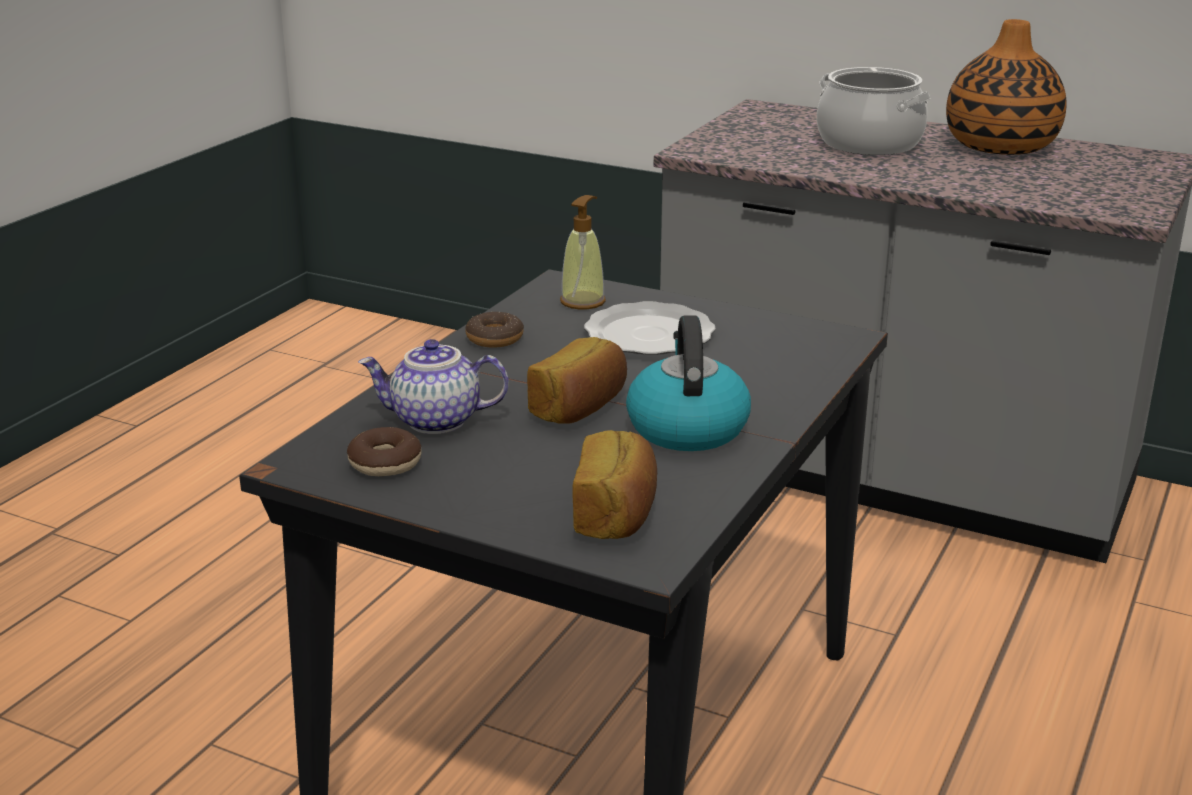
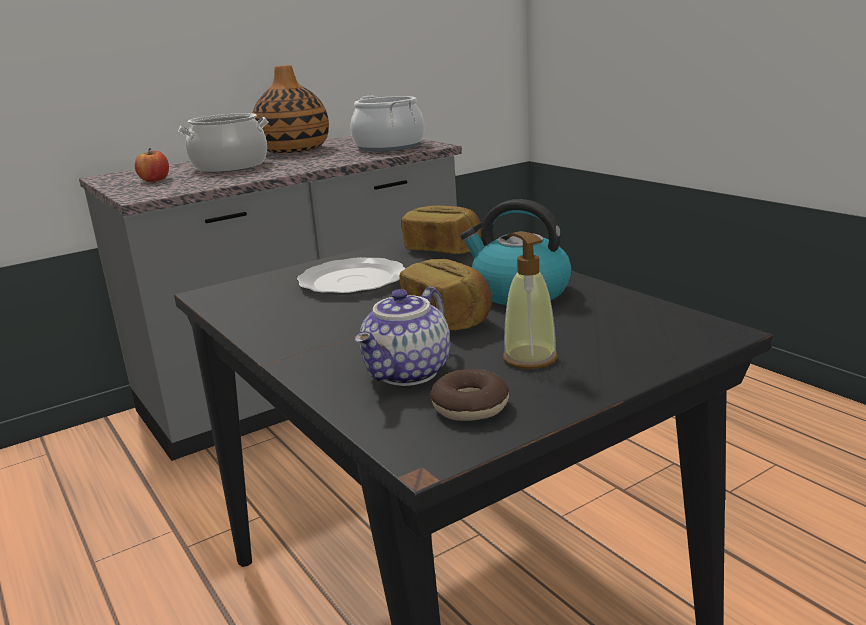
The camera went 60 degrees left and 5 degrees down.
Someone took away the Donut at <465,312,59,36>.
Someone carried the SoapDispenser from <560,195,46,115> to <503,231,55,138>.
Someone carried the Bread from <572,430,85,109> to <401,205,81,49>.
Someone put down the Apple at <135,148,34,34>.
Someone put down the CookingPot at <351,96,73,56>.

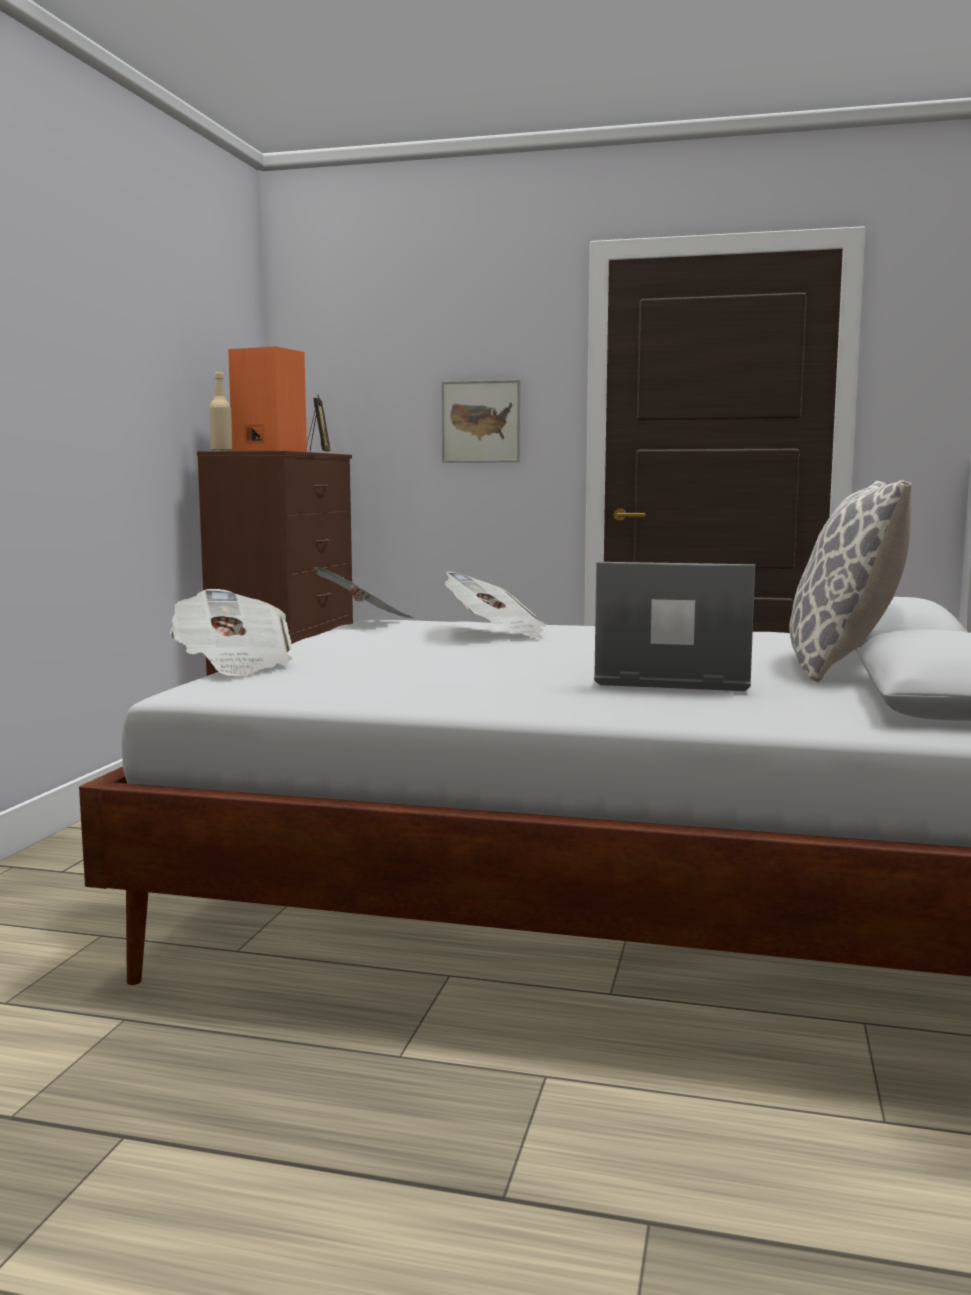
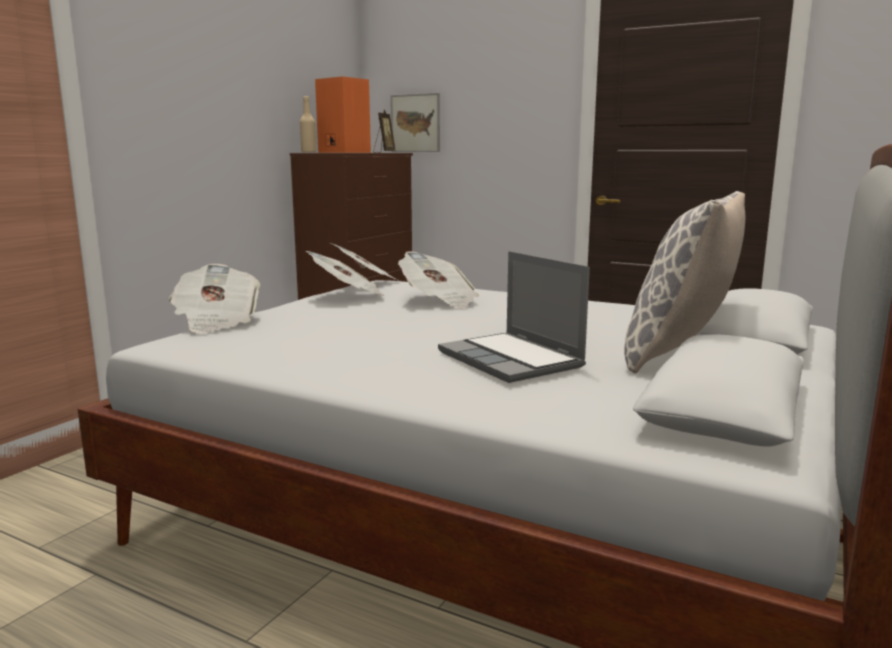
The camera went 15 degrees right and 5 degrees up.
Someone carried the Picture from <442,380,78,83> to <390,93,50,59>.
Someone rotated the Laptop at <594,562,161,129> by 150 degrees counterclockwise.
Someone put down the Newspaper at <306,251,79,45>.

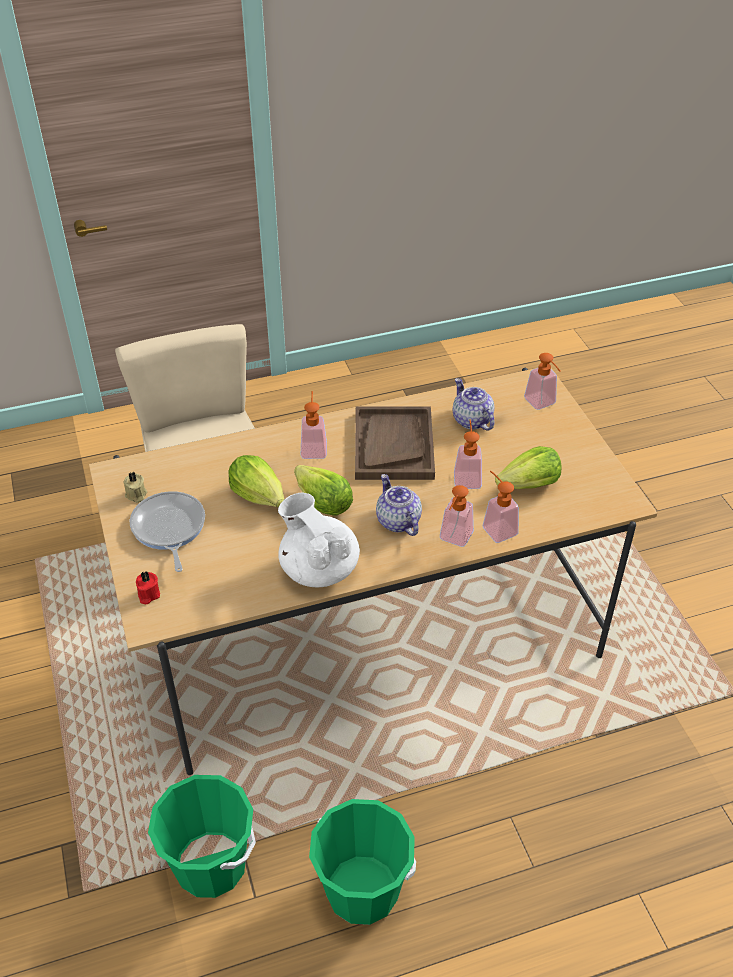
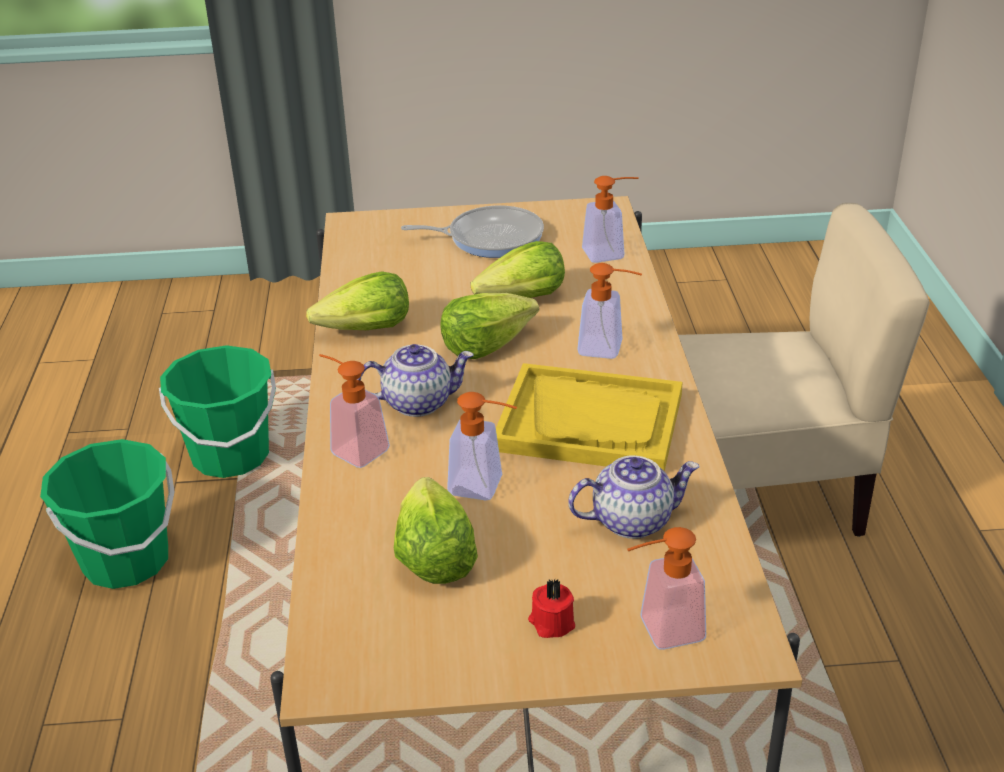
The camera went 105 degrees right and 10 degrees down.
Someone took away the BeigeCandle at <124,472,23,31>.
Someone carried the RedCandle from <136,571,24,33> to <528,580,47,58>.
Someone swapped the WhiteTeapot at <278,493,82,94> for the Lettuce at <306,271,103,59>.
Someone repainted the BrownTray at <355,406,80,74>, which became the YellowTray at <496,363,187,109>.
Someone carried the SoapDispenser from <483,471,36,72> to <582,176,57,87>.

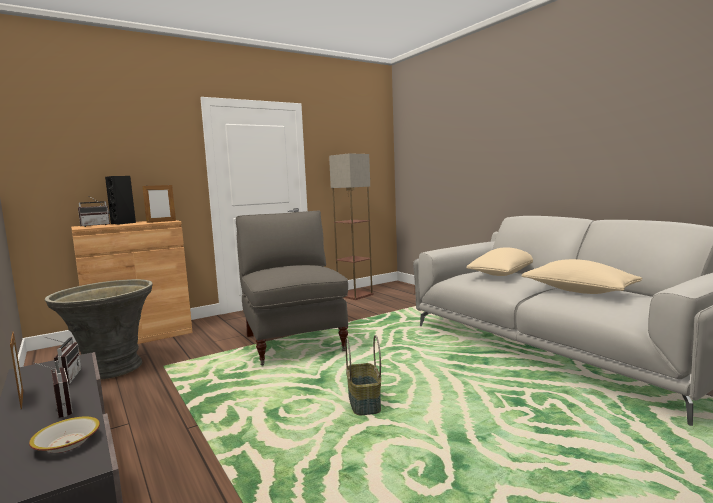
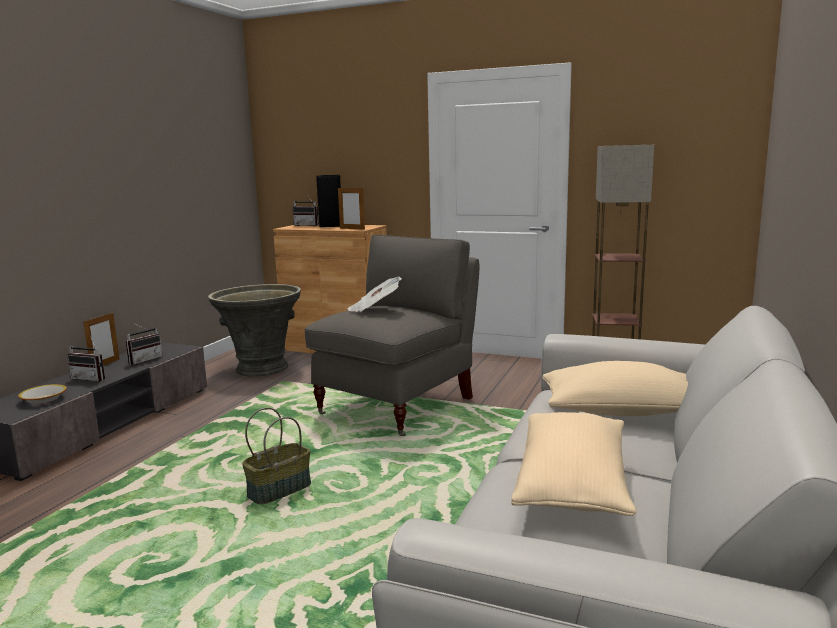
The camera went 55 degrees right and 5 degrees up.
Someone rotated the Radio at <33,361,40,57> by 90 degrees clockwise.
Someone put down the Newspaper at <347,277,55,35>.

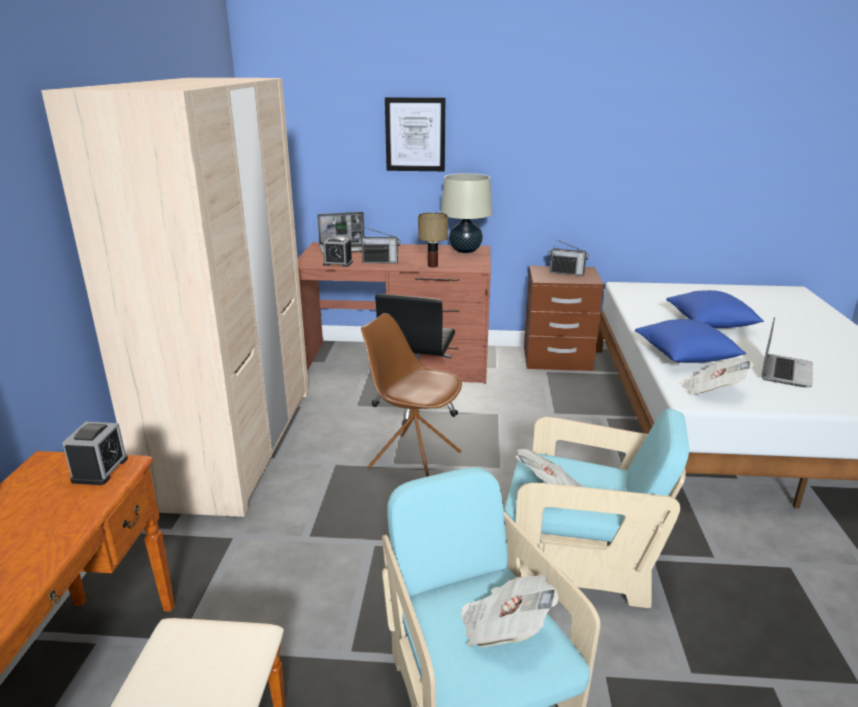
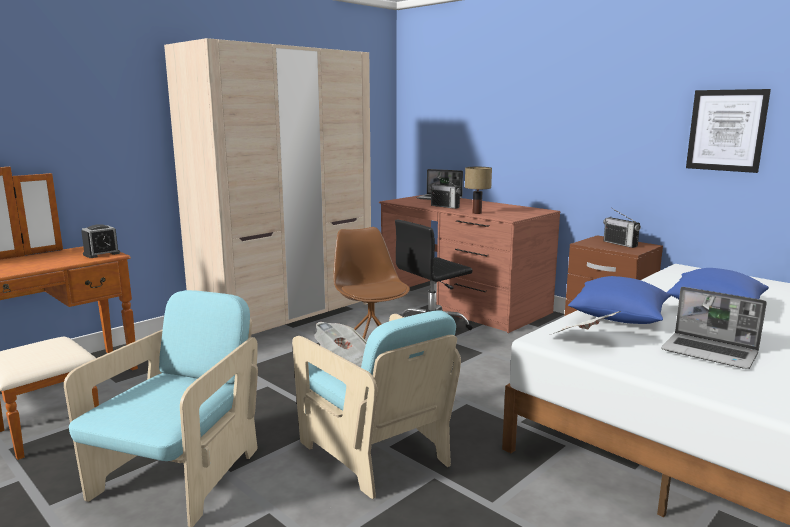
The camera went 40 degrees right and 10 degrees down.
Someone took away the AlarmClock at <323,237,30,30>.
Someone carried the Picture from <385,97,60,74> to <686,89,85,84>.
Someone took away the BeigeTableLamp at <441,173,51,80>.
Someone took away the Newspaper at <461,575,97,72>.
Someone rotated the Laptop at <761,317,52,70> by 60 degrees clockwise.

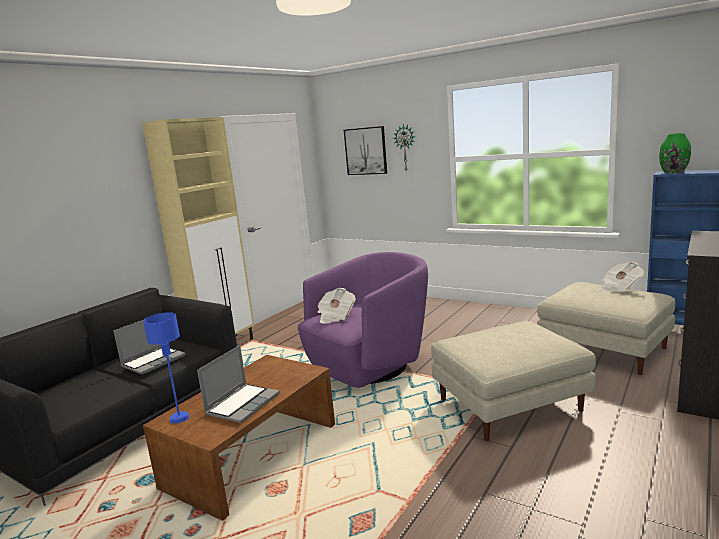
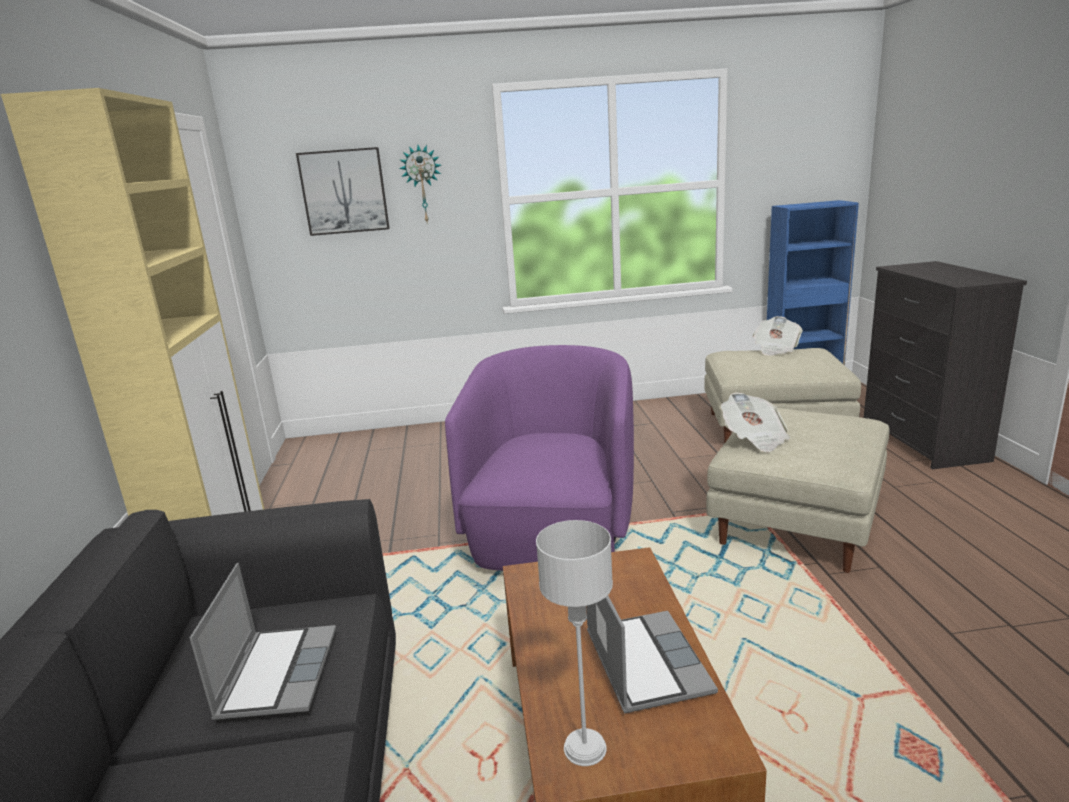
The camera went 40 degrees left and 5 degrees up.
Someone repainted the BlueTableLamp at <143,312,46,111>, which became the GreyTableLamp at <536,520,77,246>.
Someone carried the Newspaper from <318,288,38,36> to <721,392,70,61>.
Someone took away the GreenVase at <659,133,32,41>.

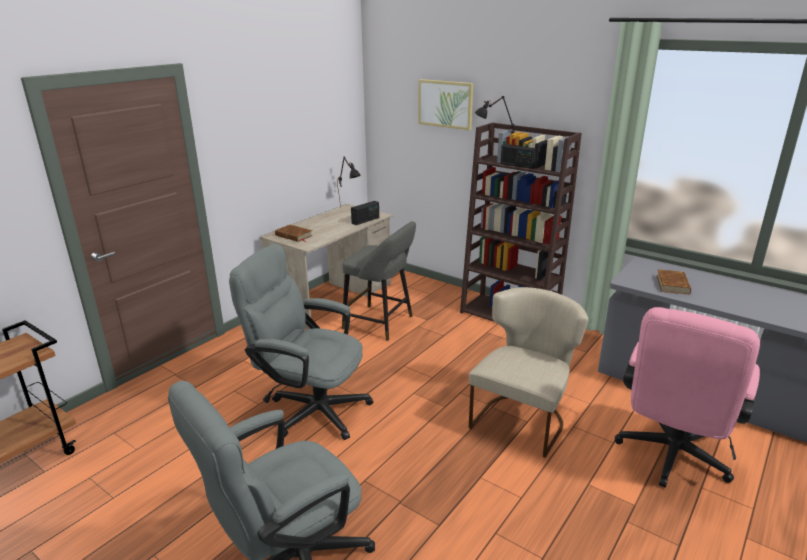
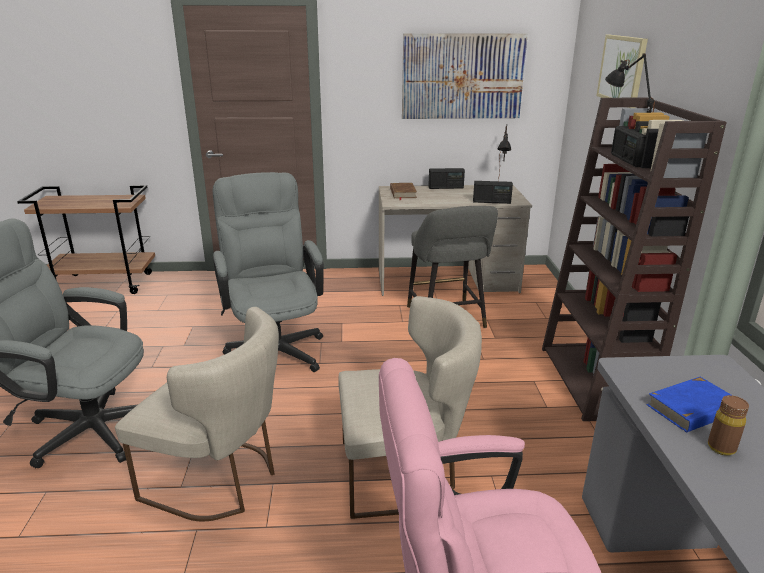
The camera went 50 degrees right and 0 degrees up.
Someone repainted the BrownBook at <657,270,34,25>, which became the BlueBook at <646,377,87,55>.
Someone put down the BeigeChair at <115,307,164,215>.
Someone put up the Picture at <402,33,126,86>.
Someone put down the Radio at <428,168,37,21>.
Someone put down the BrownBottle at <708,395,41,61>.

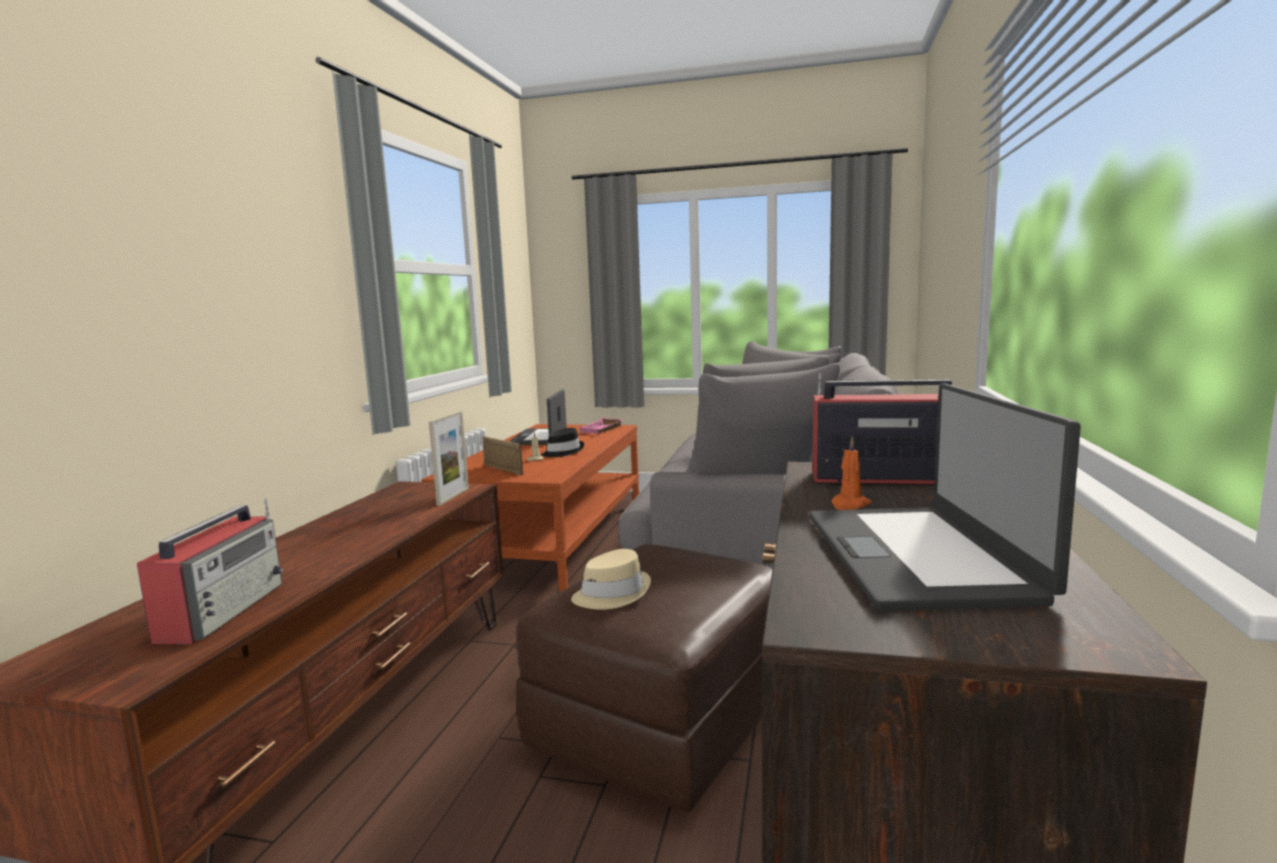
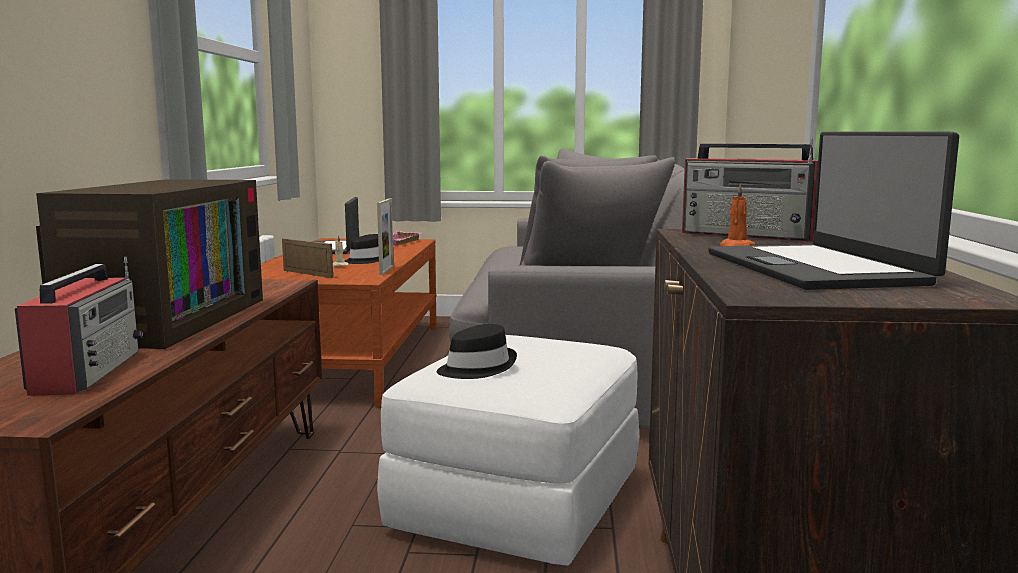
The camera went 10 degrees left and 0 degrees up.
Someone carried the PictureFrame from <429,411,40,95> to <377,199,17,76>.
Someone repainted the BrownOttoman at <516,544,257,268>, which became the WhiteOttoman at <377,335,262,230>.
Someone repainted the BeigeHat at <571,549,80,61>, which became the BlackHat at <437,324,80,55>.
Someone rotated the Radio at <812,373,140,111> by 150 degrees counterclockwise.
Someone put down the Television at <36,179,227,170>.

